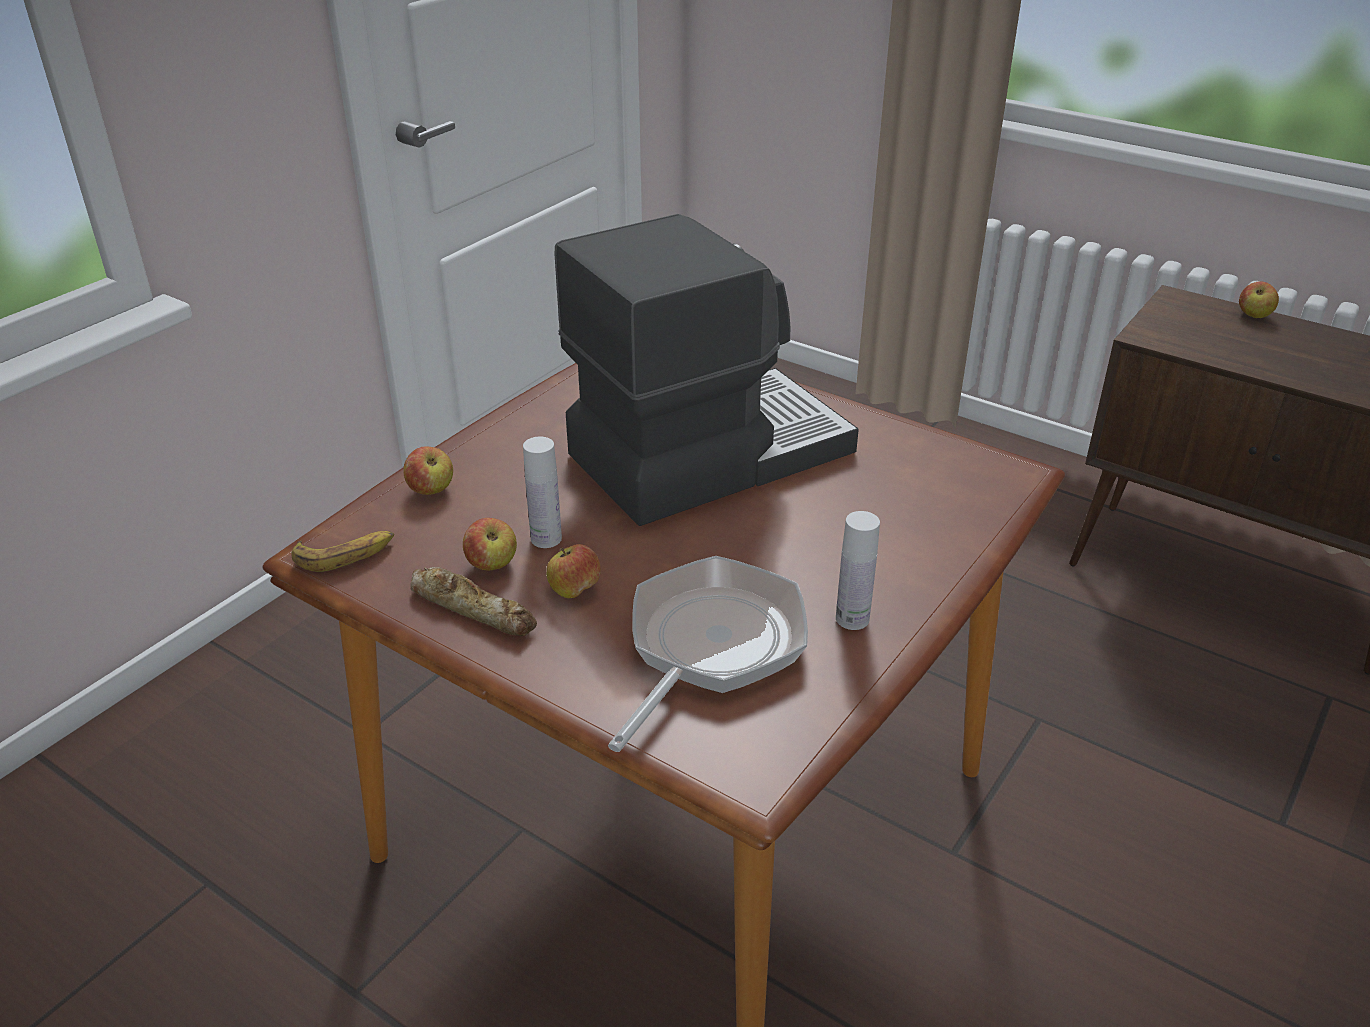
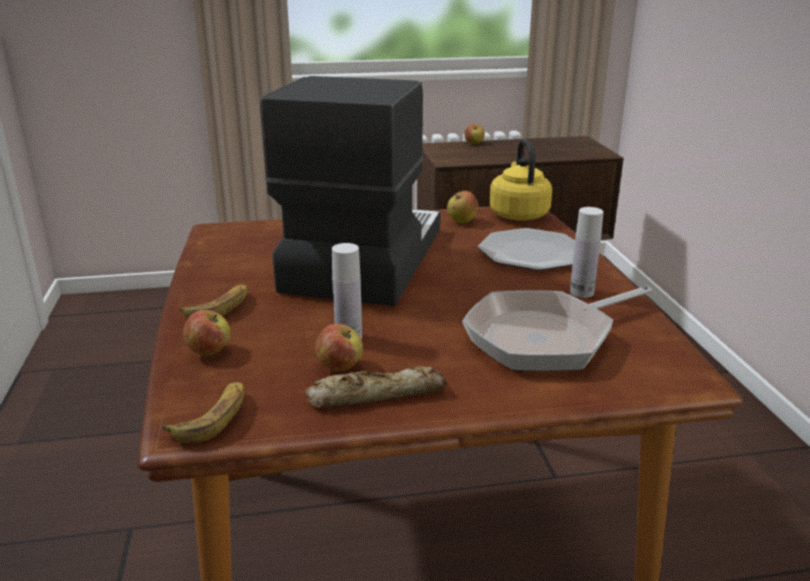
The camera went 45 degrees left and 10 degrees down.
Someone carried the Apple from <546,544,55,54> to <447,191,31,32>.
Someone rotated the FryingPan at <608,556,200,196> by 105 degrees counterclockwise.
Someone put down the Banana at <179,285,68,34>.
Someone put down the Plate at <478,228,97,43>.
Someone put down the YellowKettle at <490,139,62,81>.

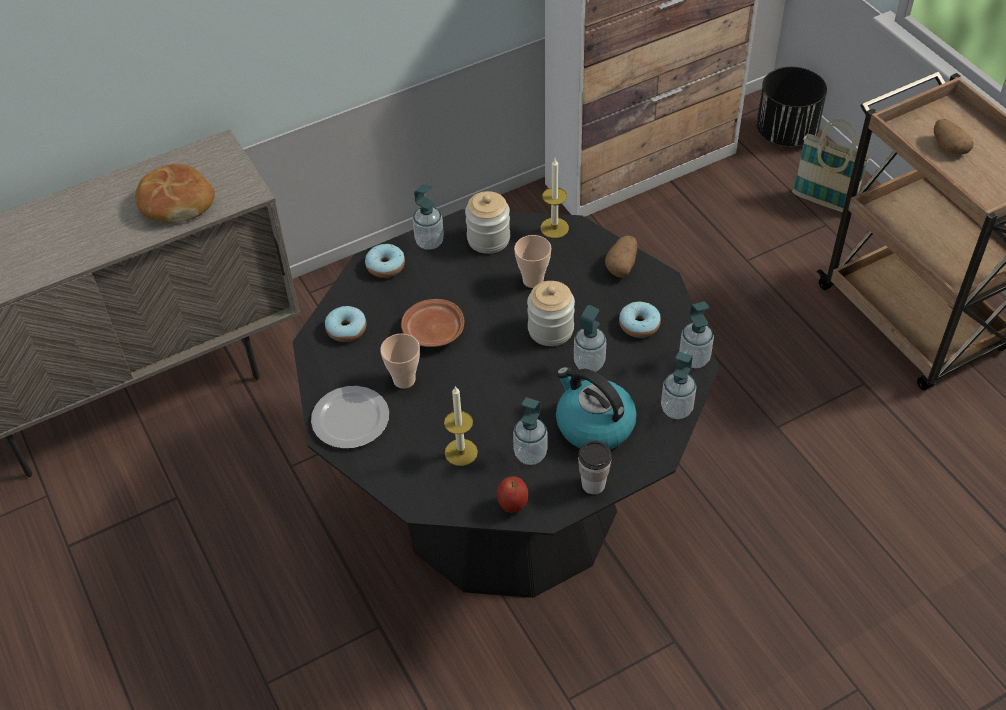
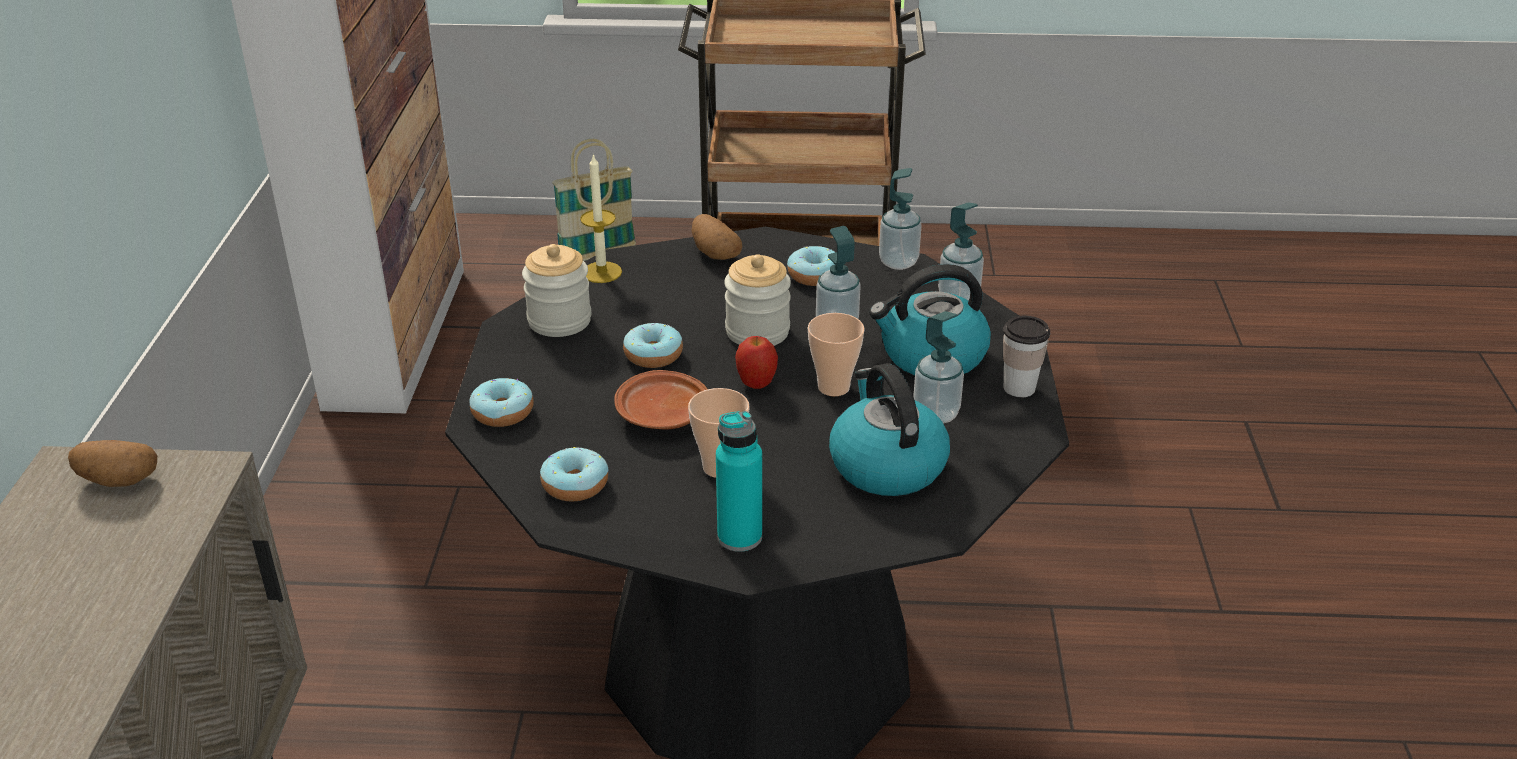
The camera went 60 degrees left and 15 degrees down.
Someone took away the Bread at <135,164,80,59>.
Someone swapped the Plate at <311,386,78,63> for the TurquoiseBottle at <716,411,46,141>.
Someone took away the SoapDispenser at <413,184,31,66>.
Someone swapped the Candle at <444,386,34,80> for the Kettle at <829,363,121,133>.
Someone carried the Apple from <497,477,31,36> to <735,336,43,53>.
Someone carried the Cup from <514,235,37,53> to <808,313,57,83>.
Someone took away the BlackPlanter at <756,67,71,79>.
Someone carried the Potato from <934,119,40,35> to <68,440,89,47>.
Someone put down the Donut at <623,323,60,45>.

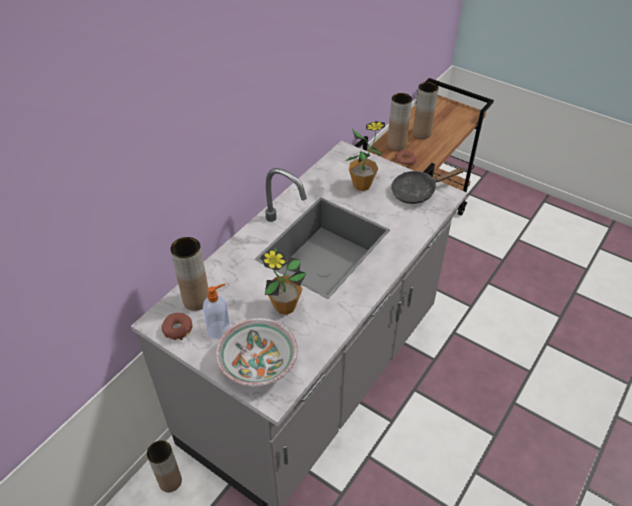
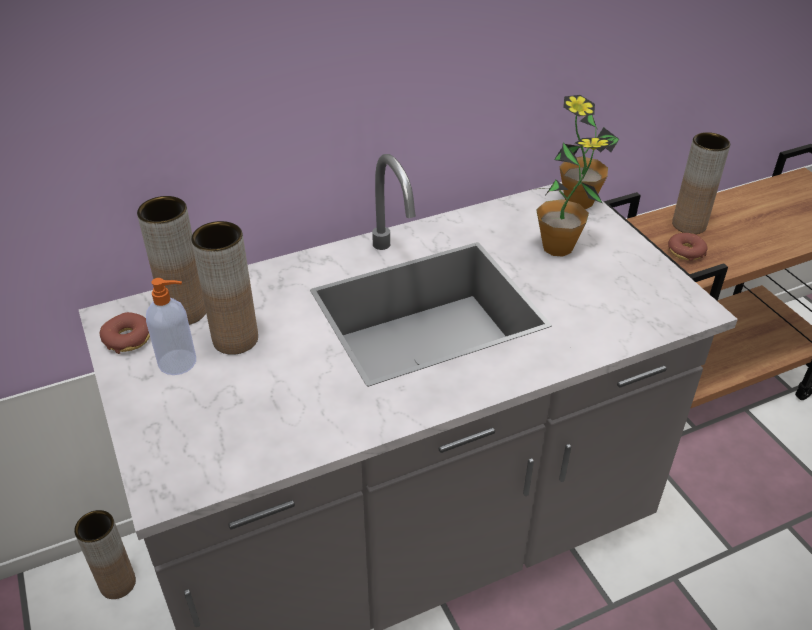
The camera went 30 degrees right and 5 degrees down.
Someone took away the Bowl at <216,318,82,69>.
Someone carried the PottedPlant from <261,248,46,67> to <554,95,65,114>.
Someone took away the BlackFryingPan at <391,167,74,37>.
Someone carried the BrownVase from <413,82,26,57> to <191,221,67,134>.

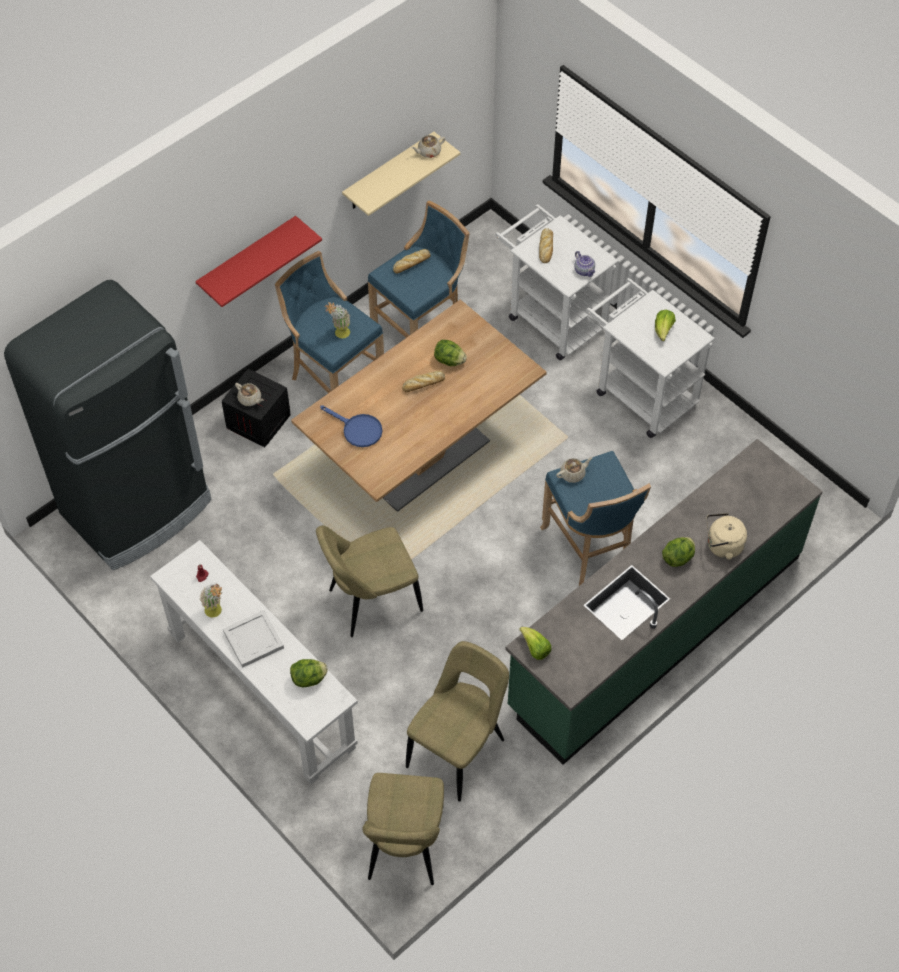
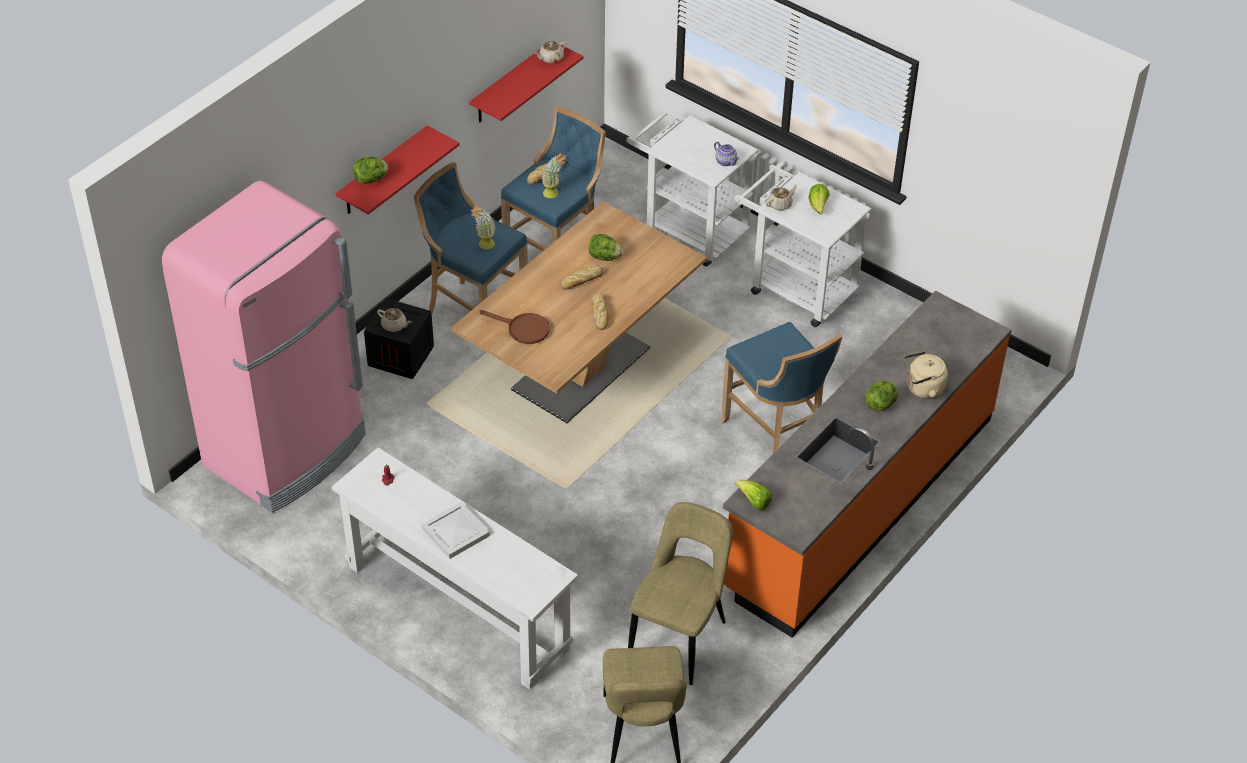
The camera went 10 degrees left and 10 degrees down.
Someone repainted the BlackFridge at <4,280,208,290>, which became the PinkFridge at <162,181,204,331>.
Someone carried the PottedPlant from <199,583,24,35> to <541,153,26,45>.
Someone carried the Lettuce from <290,659,38,28> to <353,157,35,27>.
Someone took away the BeigeChair at <316,525,107,112>.
Someone repainted the BlueFryingPan at <320,405,62,42>, which became the BrownFryingPan at <479,310,70,34>.
Someone repainted the BeigeShelf at <342,132,118,84>, which became the RedShelf at <469,40,115,82>.
Someone repainted the GreenCounter at <505,439,318,326>, which became the OrangeCounter at <723,291,288,346>.
Someone carried the Bread from <539,228,14,35> to <592,293,17,37>.
Someone carried the BeigeTeapot from <556,457,37,26> to <766,185,31,25>.

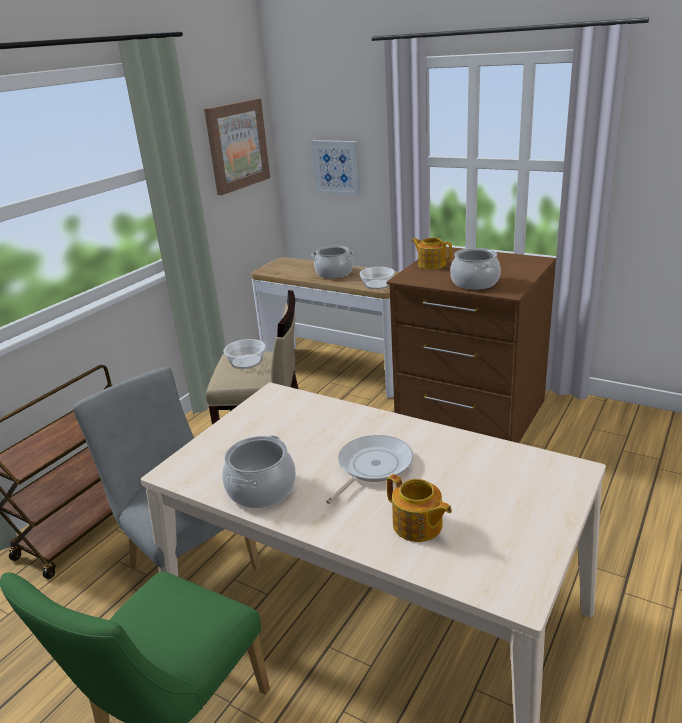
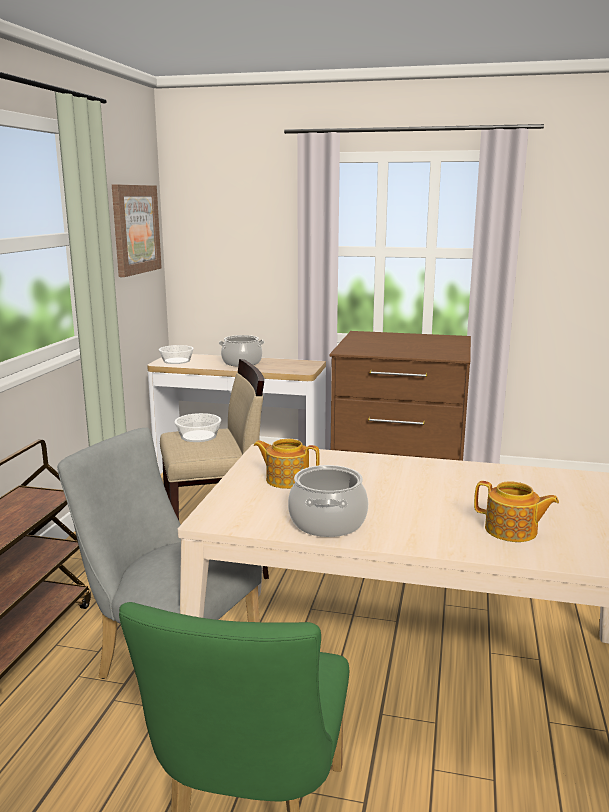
The camera went 20 degrees left and 10 degrees down.
Someone took away the Picture at <311,140,50,55>.
Someone took away the FryingPan at <326,435,87,69>.
Someone carried the Bowl from <360,267,35,22> to <159,345,35,19>.
Someone carried the Teapot from <411,238,41,31> to <254,439,66,50>.
Someone took away the CookingPot at <450,248,51,42>.

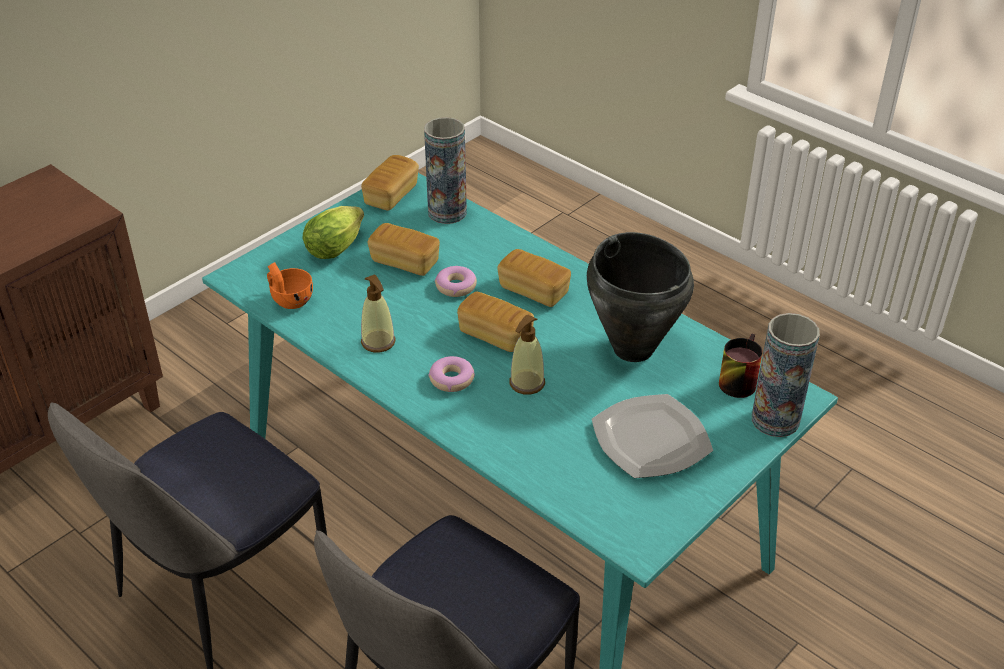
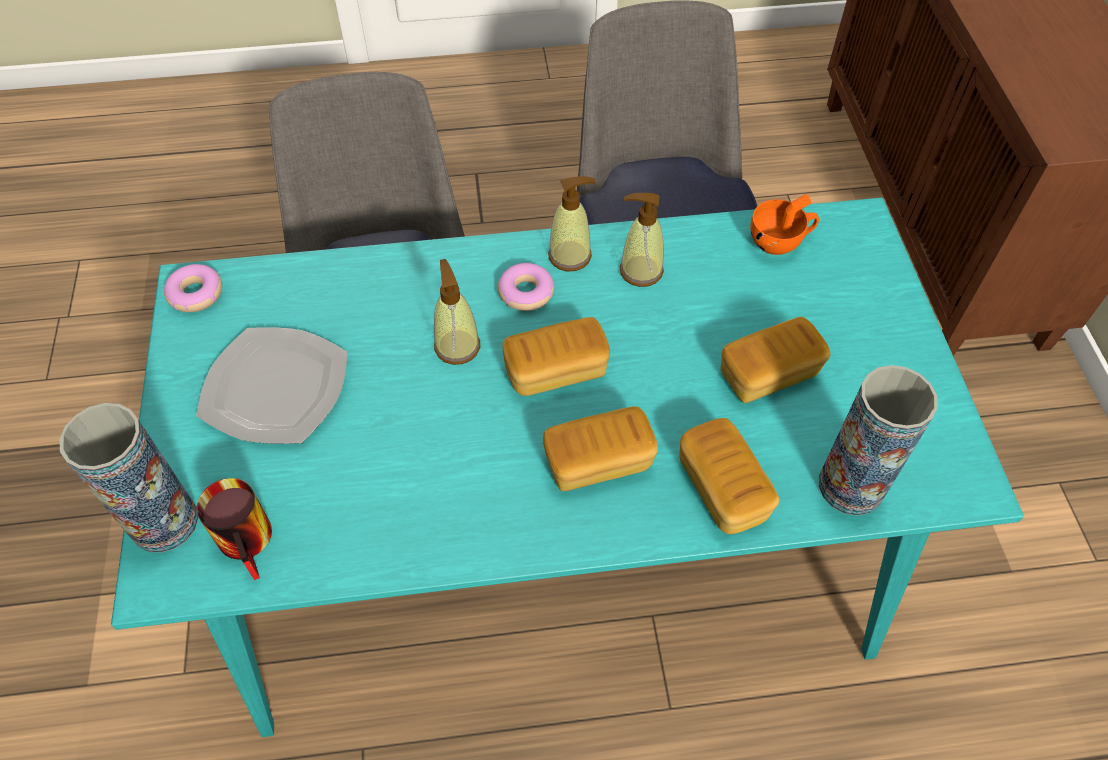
The camera went 130 degrees right and 15 degrees up.
Someone took away the Lettuce at <302,206,62,53>.
Someone carried the Bread from <361,155,58,56> to <679,418,100,116>.
Someone carried the Donut from <435,266,42,31> to <164,264,58,48>.
Someone took away the BlackCookingPot at <587,232,107,130>.
Someone put down the SoapDispenser at <548,176,48,96>.

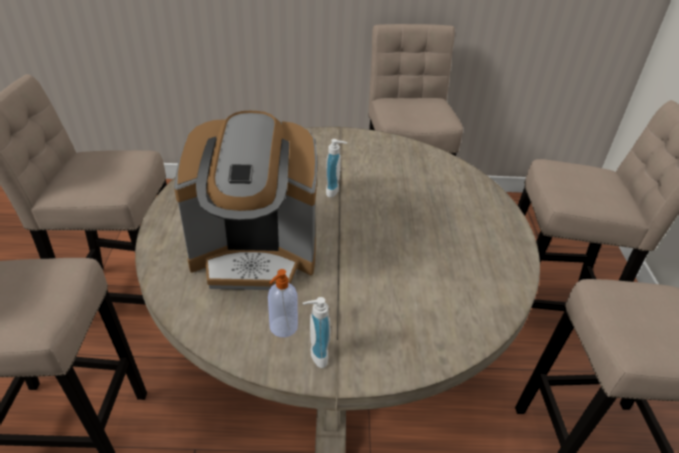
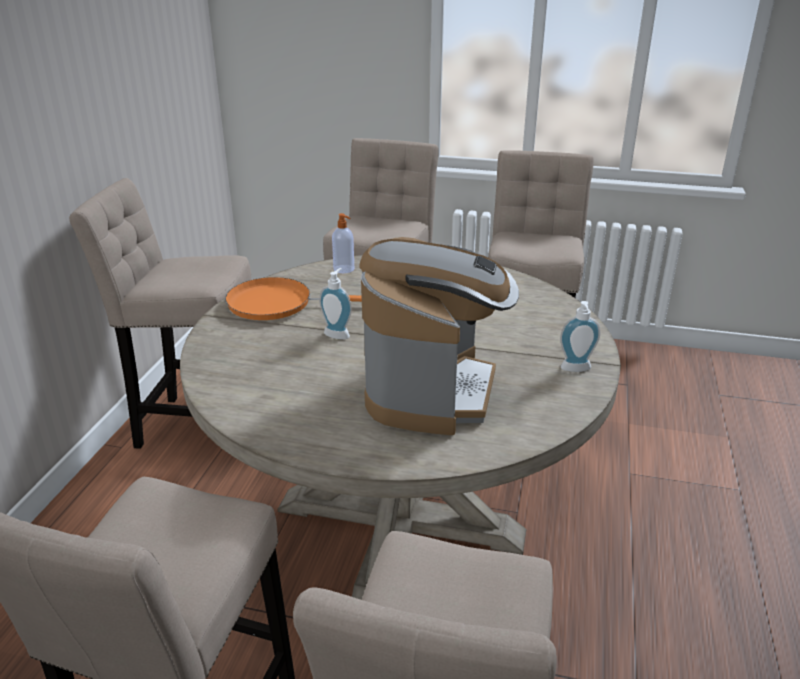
The camera went 75 degrees left and 10 degrees down.
Someone carried the SoapDispenser from <268,269,30,68> to <332,213,22,60>.
Someone put down the OrangeFryingPan at <225,277,137,43>.

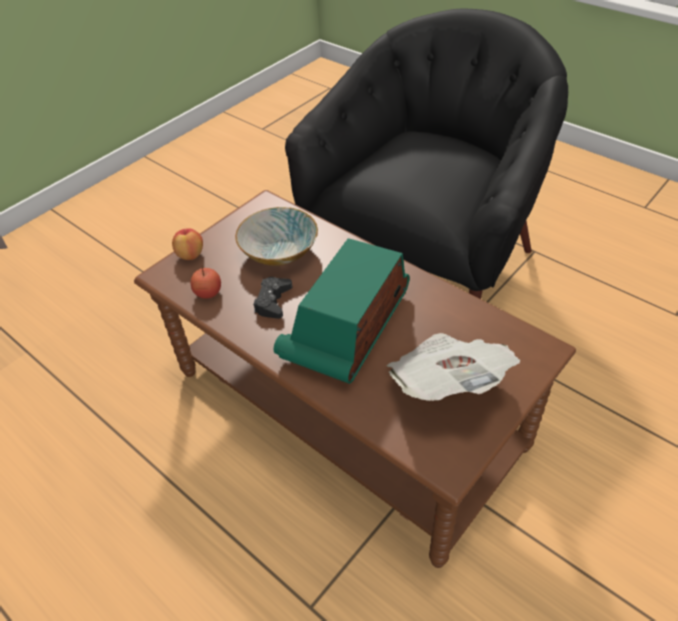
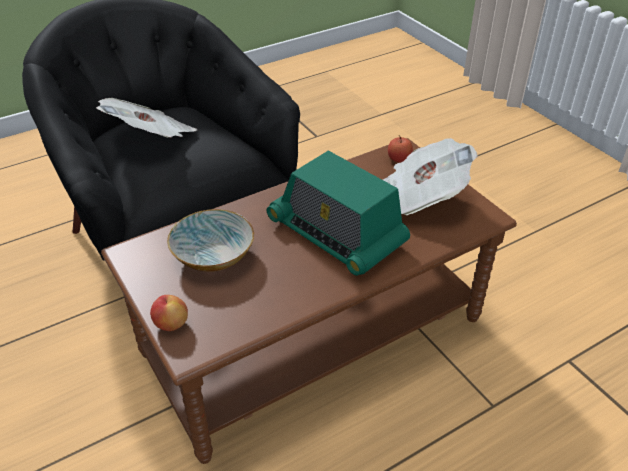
The camera went 75 degrees left and 5 degrees down.
Someone carried the Apple from <190,266,31,33> to <388,135,25,28>.
Someone took away the BlackGameController at <253,277,39,42>.
Someone put down the Newspaper at <96,98,101,40>.

